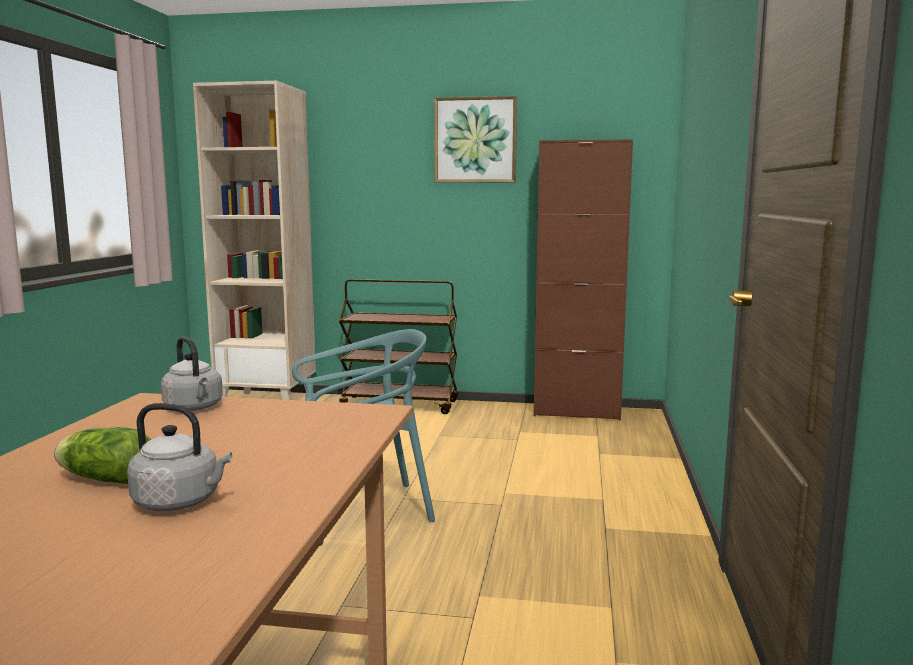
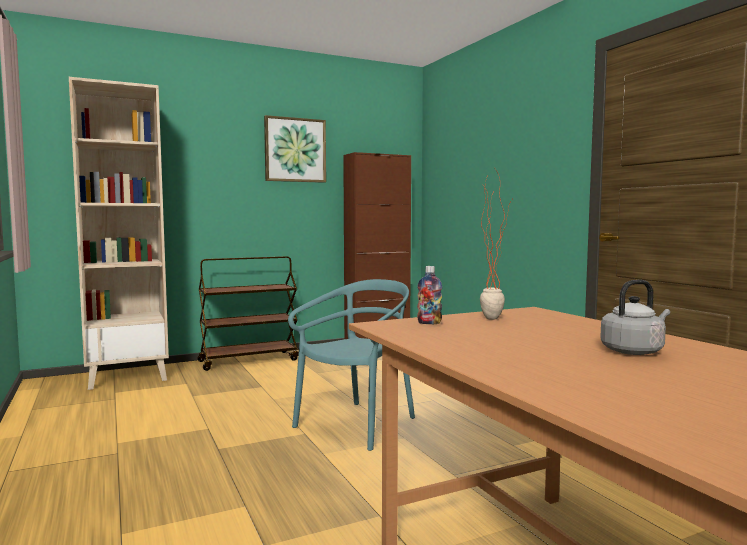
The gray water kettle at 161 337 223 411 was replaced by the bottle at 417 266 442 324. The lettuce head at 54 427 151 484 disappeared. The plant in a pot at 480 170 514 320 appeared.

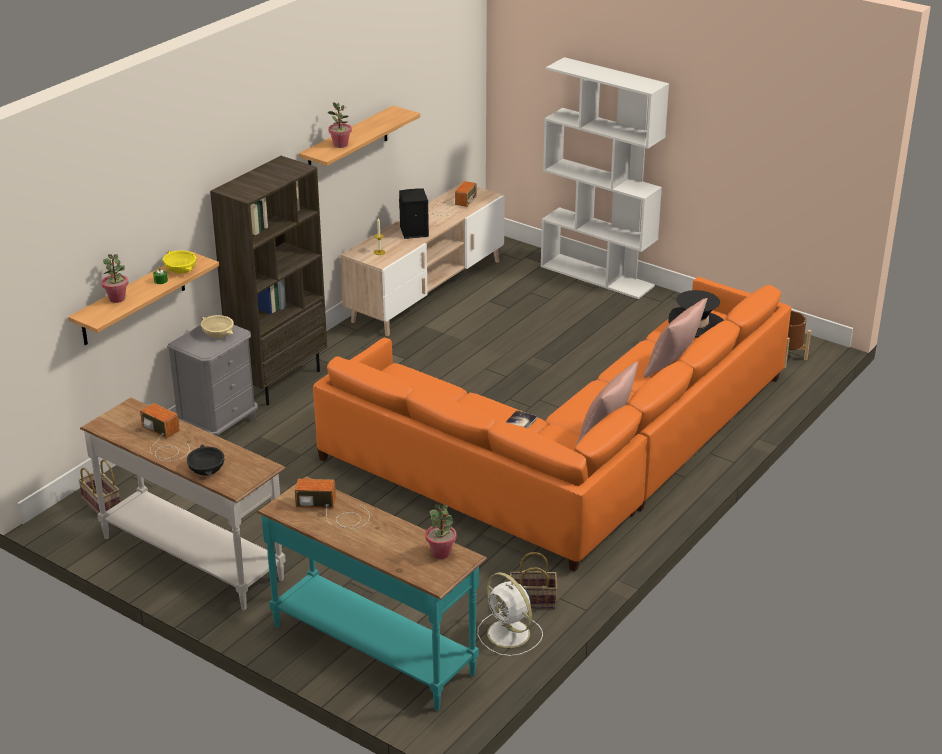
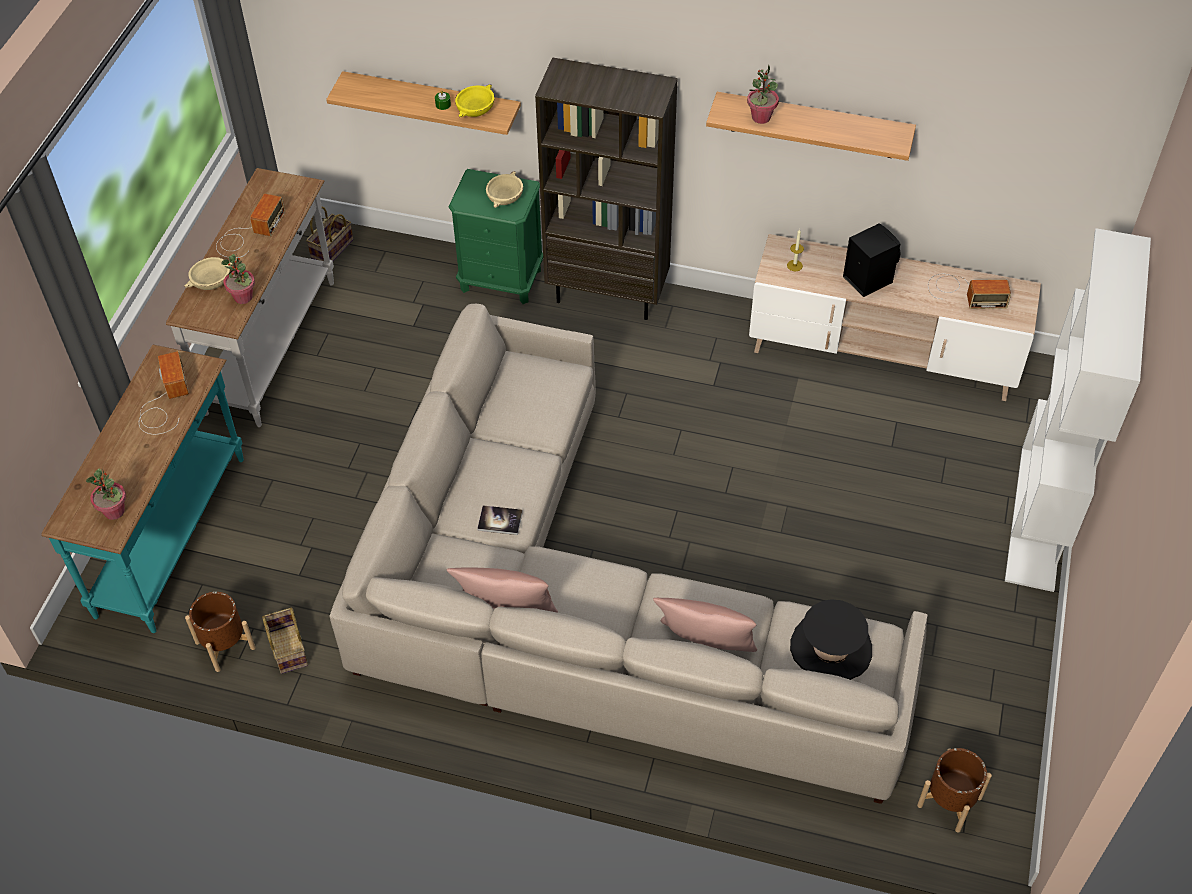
The plant in a pot moved from 101 254 128 303 to 221 254 255 304. The orange-coloured couch at 313 277 791 572 became the beige-coloured couch at 329 304 927 804. The gray night table at 167 325 258 436 became the greenish night table at 449 169 543 304. The black deep dish at 187 444 225 476 became the beige-coloured deep dish at 184 257 233 290. The whitish fan at 478 572 543 656 was replaced by the brown-coloured planter at 185 592 255 672.

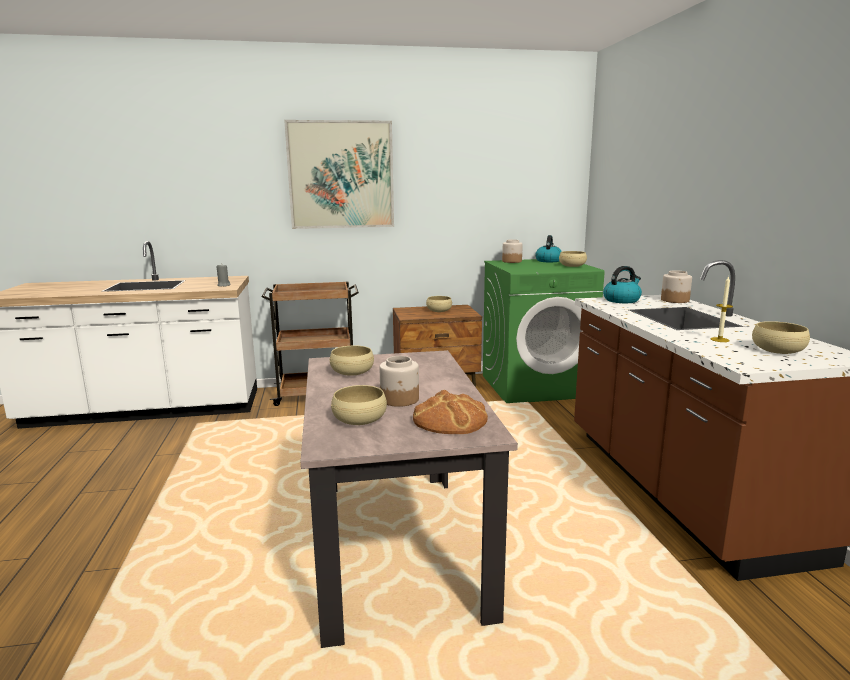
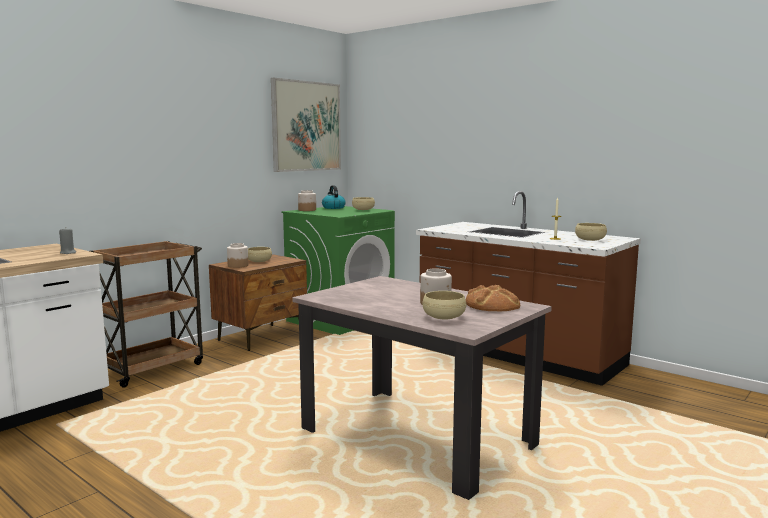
The wall art moved from 284 120 394 229 to 271 78 341 172. The water kettle at 603 266 642 303 disappeared. The jar moved from 661 271 692 303 to 227 243 248 268. The beige-coloured deep dish at 330 346 374 376 disappeared.

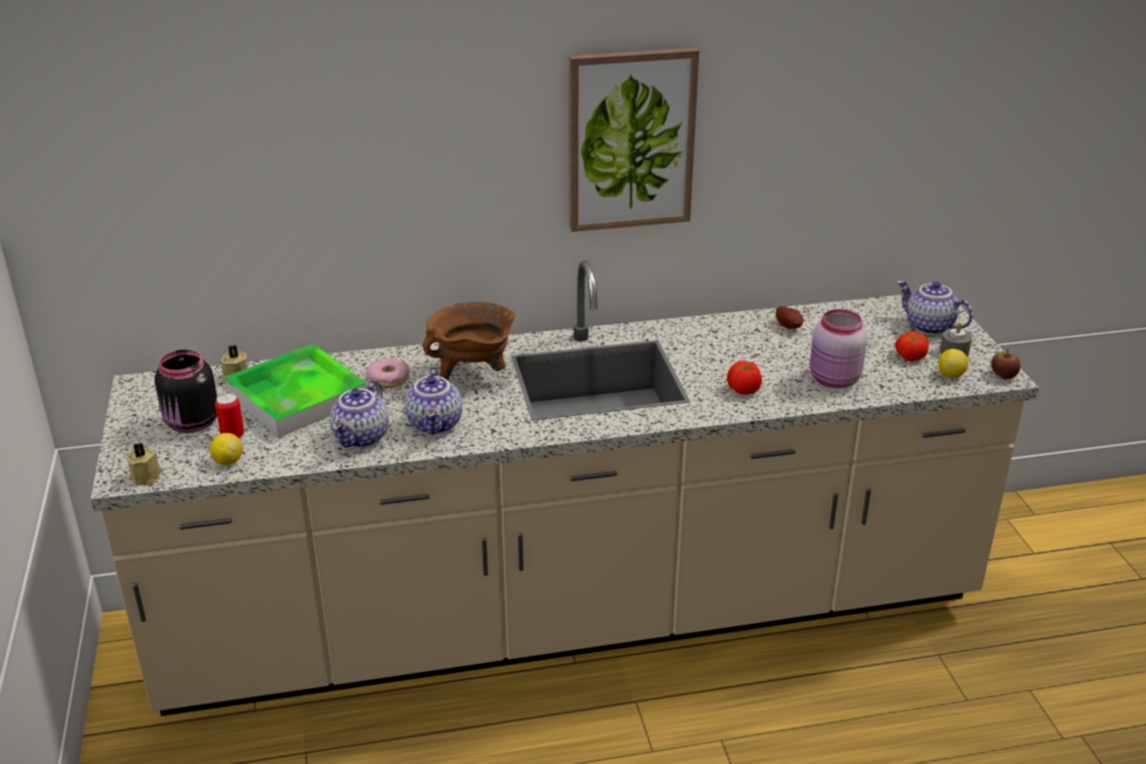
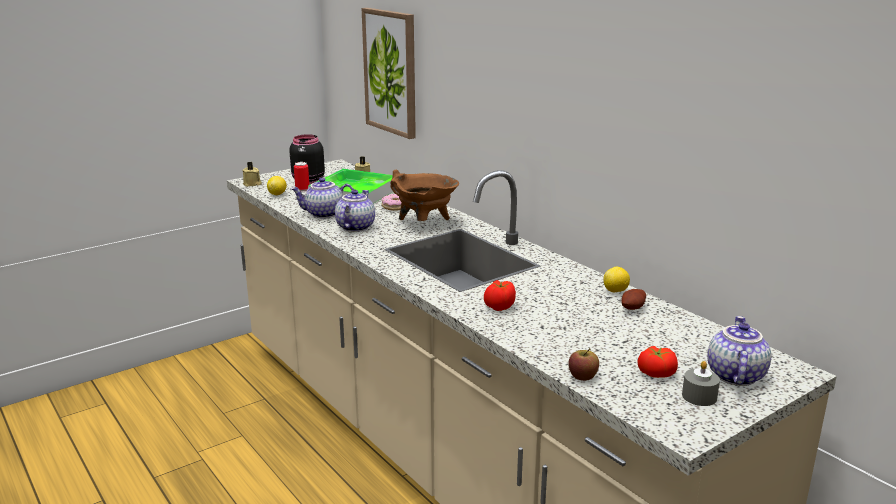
The wall art moved from 569 48 699 232 to 362 8 416 139. The pink jar at 810 309 868 388 disappeared. The citrus fruit moved from 938 349 968 378 to 604 267 630 292. The whole apple moved from 991 349 1021 379 to 568 348 599 381. The teapot at 405 366 462 435 turned 135 degrees clockwise.

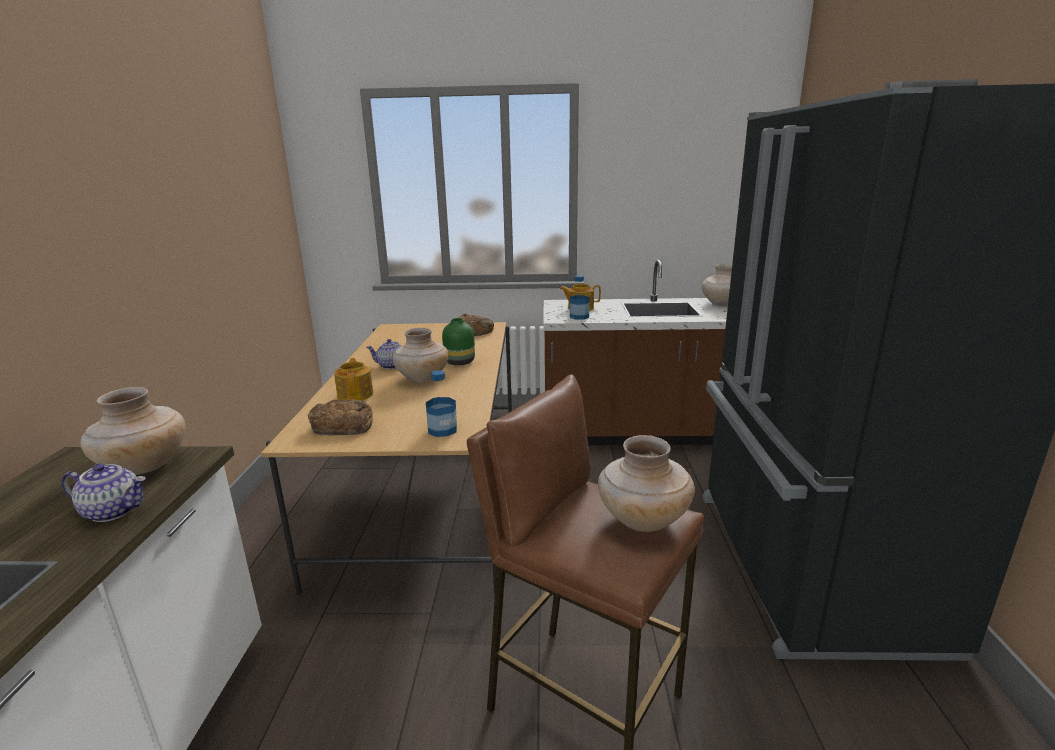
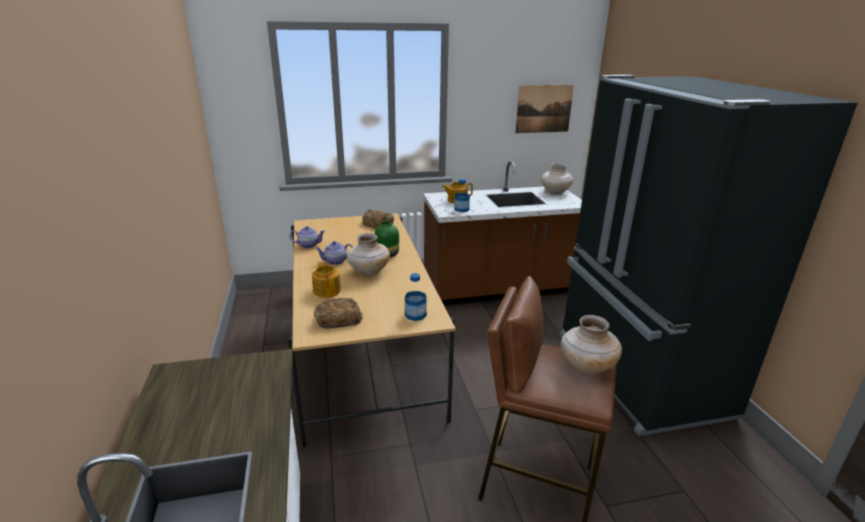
The beige-coloured vase at 81 387 185 475 disappeared. The teapot moved from 61 463 146 522 to 290 226 325 248. The wall art at 515 85 574 133 appeared.

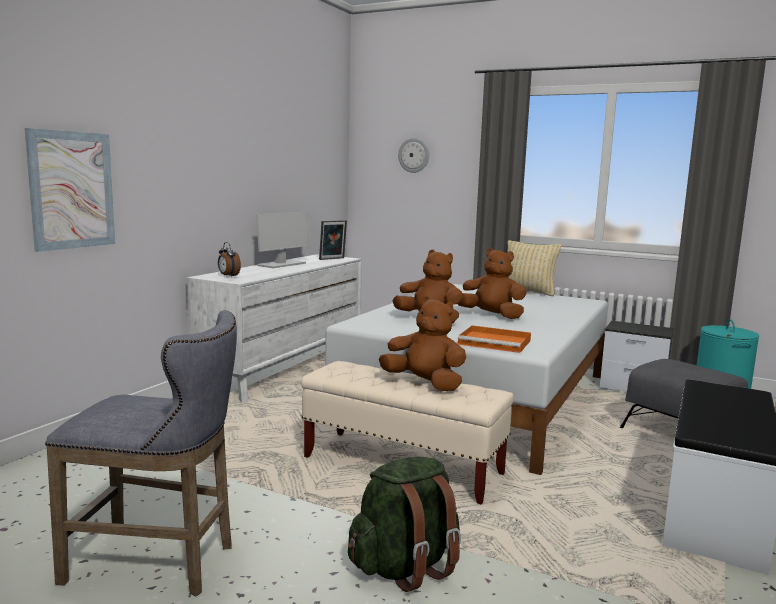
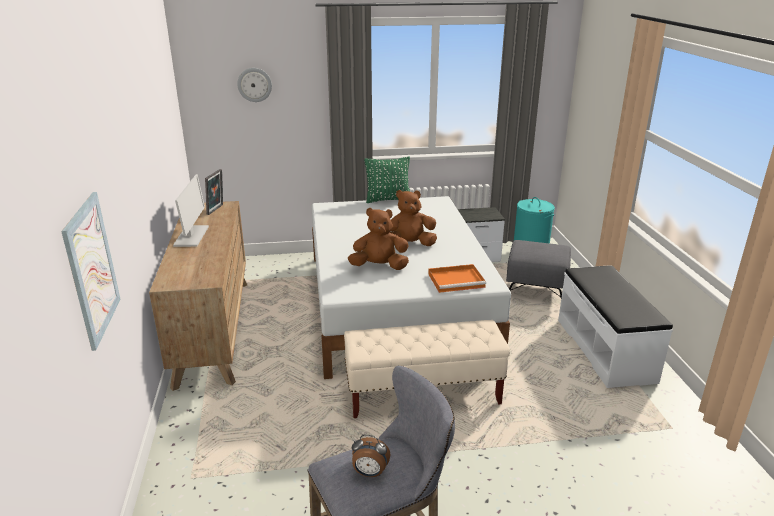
The beige-coloured throw pillow at 507 240 561 296 became the greenish throw pillow at 364 157 410 203. The alarm clock moved from 218 242 241 277 to 352 435 390 477. The whitish chest of drawers at 187 254 362 403 became the brown-coloured chest of drawers at 149 201 247 391. The brown-coloured soft toy at 379 296 466 391 disappeared. The greenish knapsack at 348 457 461 592 disappeared.

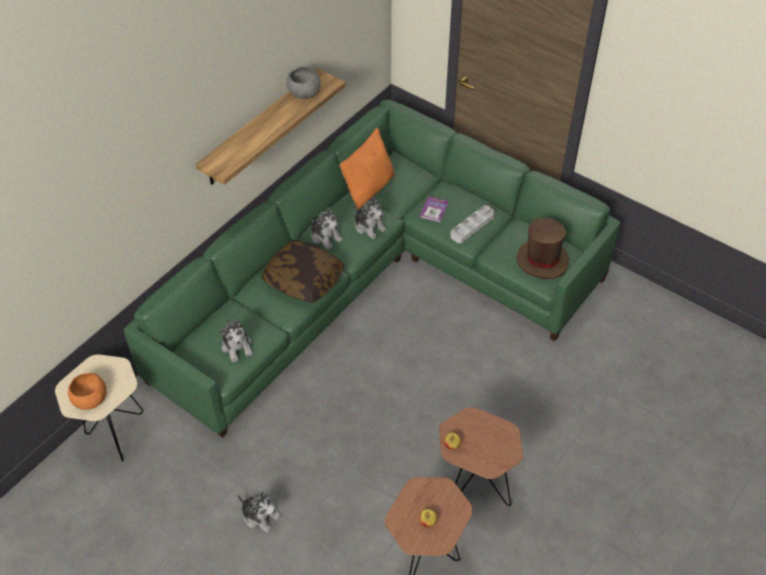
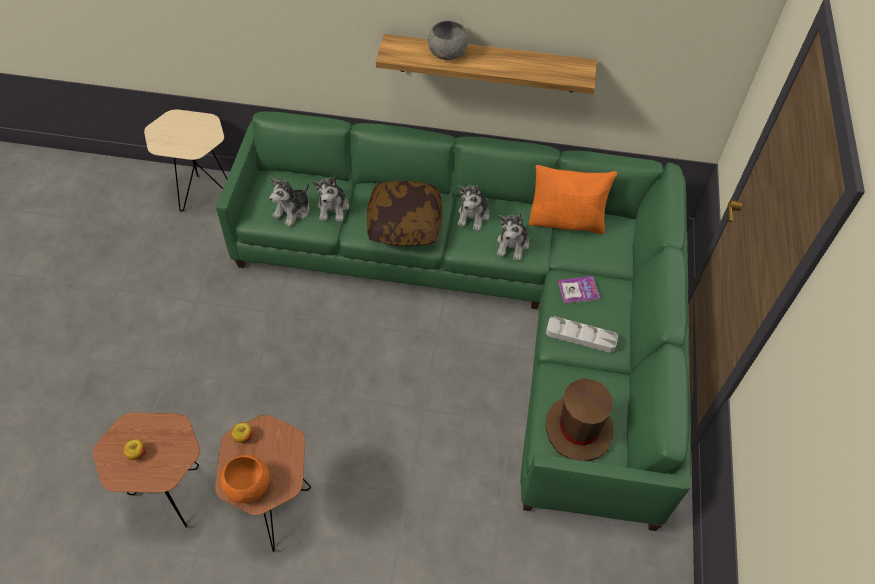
The gray deep dish moved from 287 67 320 99 to 428 20 468 60. The orange-coloured deep dish moved from 68 373 106 410 to 221 455 270 503. The soft toy moved from 237 491 281 533 to 312 175 349 222.

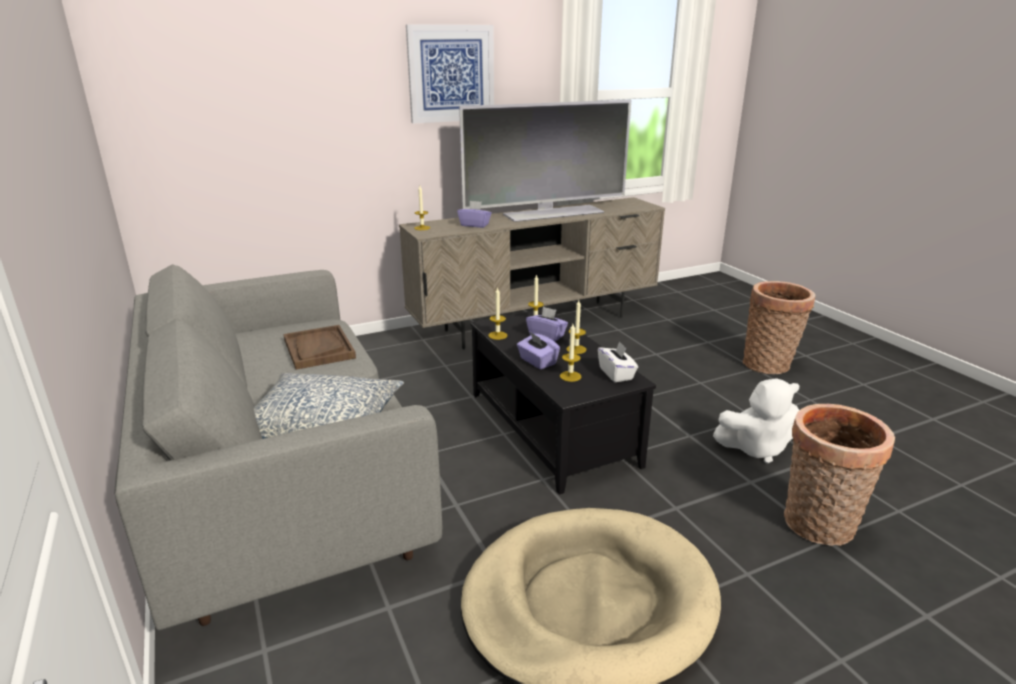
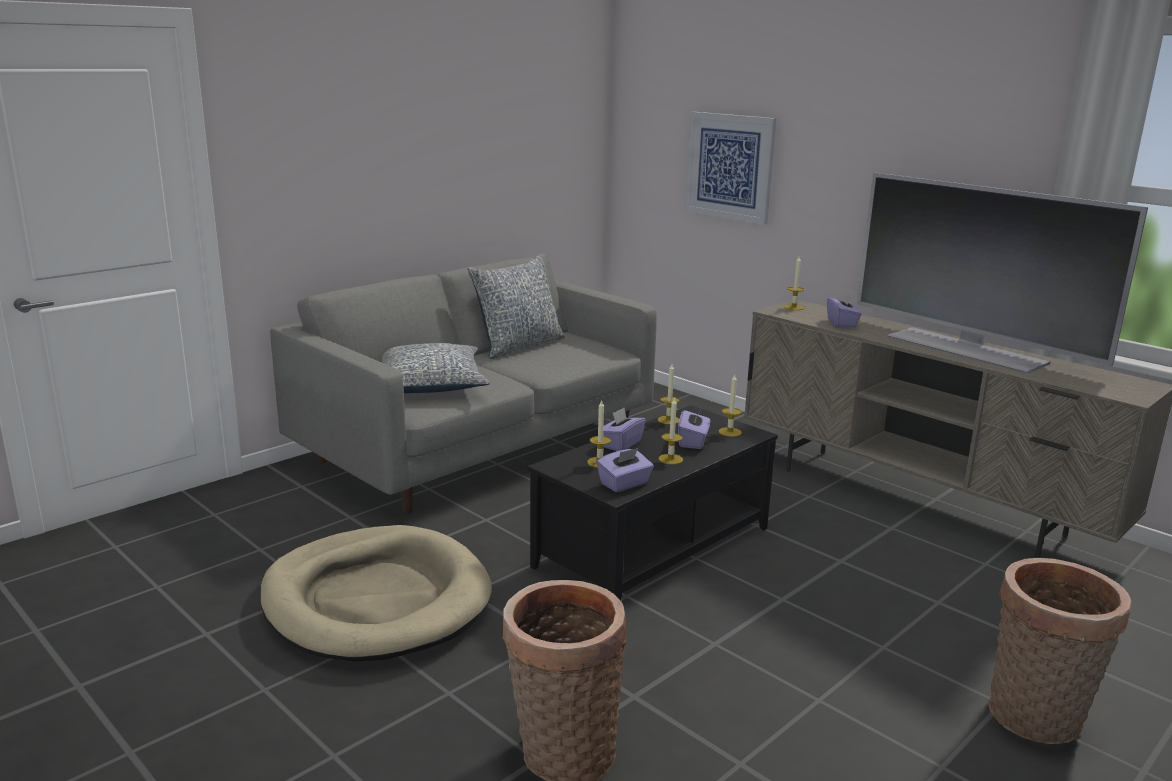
The wall art moved from 406 24 494 124 to 685 112 776 225. The brown-coloured carrying tray at 284 325 356 370 disappeared. The whitish tissue box at 598 341 638 382 became the purple-coloured tissue box at 597 448 654 492. The whitish soft toy at 713 378 799 464 disappeared. The throw pillow at 468 253 565 359 appeared.

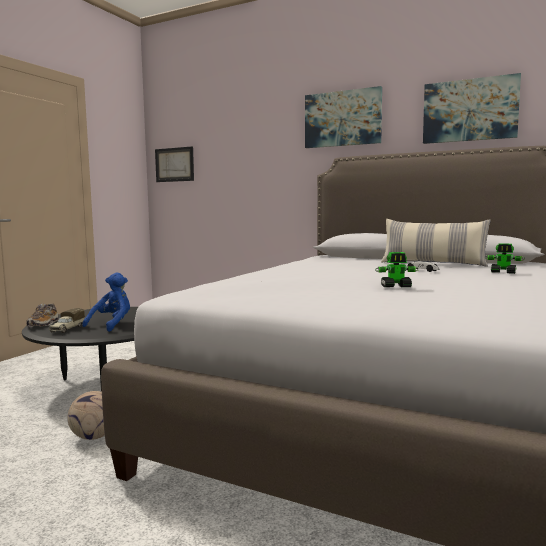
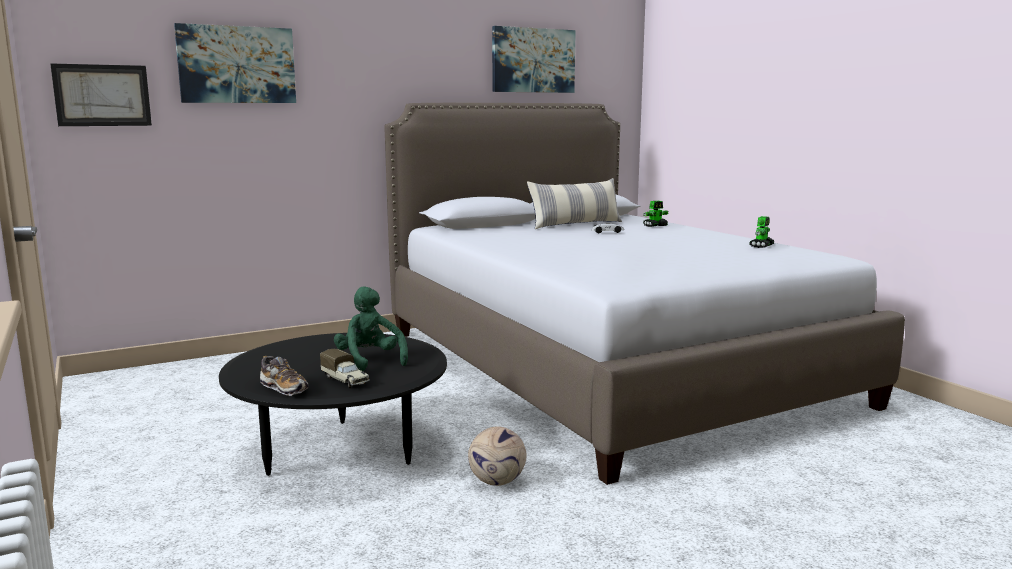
The wall art moved from 305 86 382 148 to 174 23 296 103. The robot figure moved from 375 252 419 287 to 749 216 775 248. The blue-coloured soft toy at 82 273 130 332 became the greenish soft toy at 334 286 408 371.

